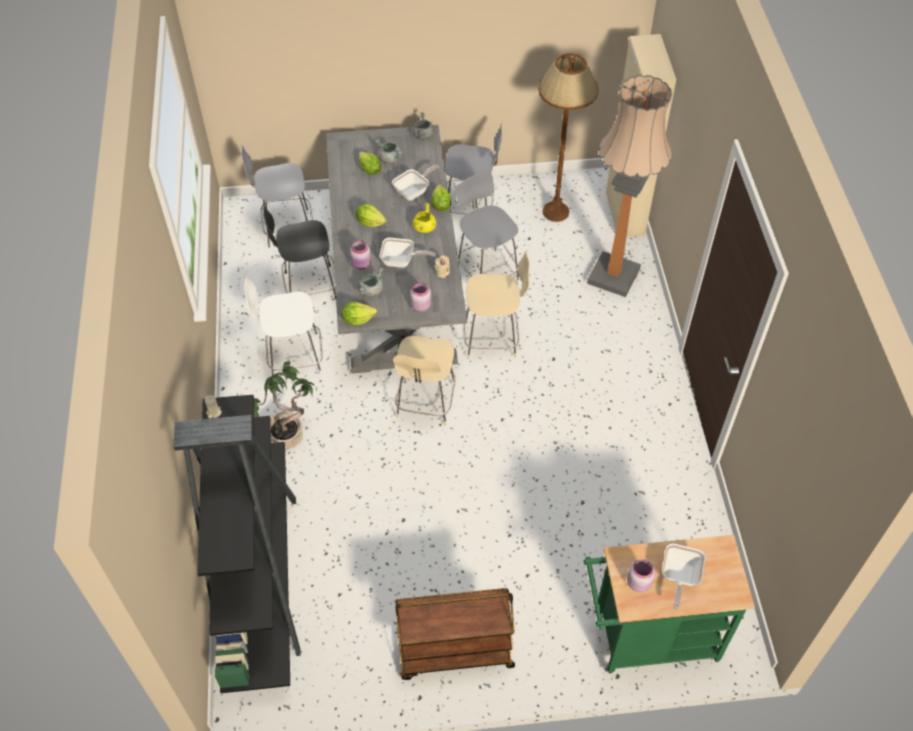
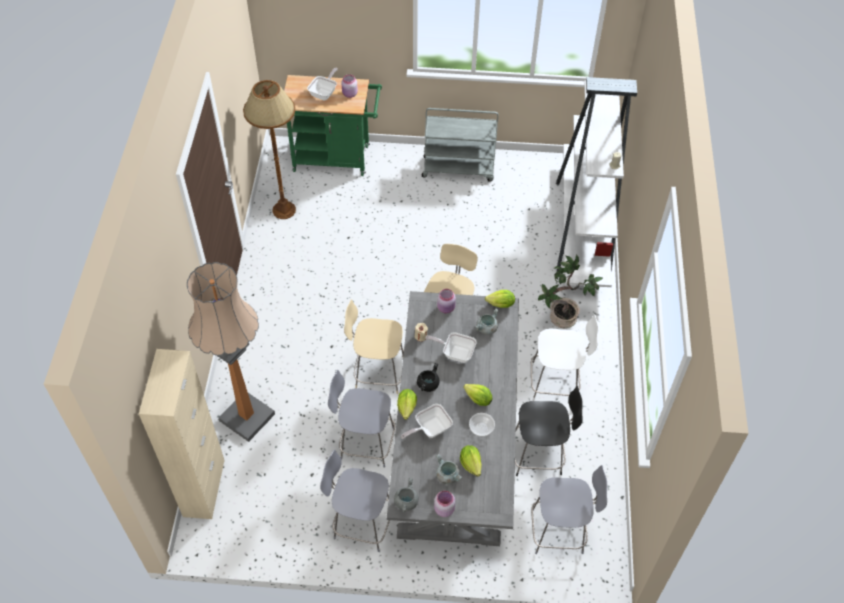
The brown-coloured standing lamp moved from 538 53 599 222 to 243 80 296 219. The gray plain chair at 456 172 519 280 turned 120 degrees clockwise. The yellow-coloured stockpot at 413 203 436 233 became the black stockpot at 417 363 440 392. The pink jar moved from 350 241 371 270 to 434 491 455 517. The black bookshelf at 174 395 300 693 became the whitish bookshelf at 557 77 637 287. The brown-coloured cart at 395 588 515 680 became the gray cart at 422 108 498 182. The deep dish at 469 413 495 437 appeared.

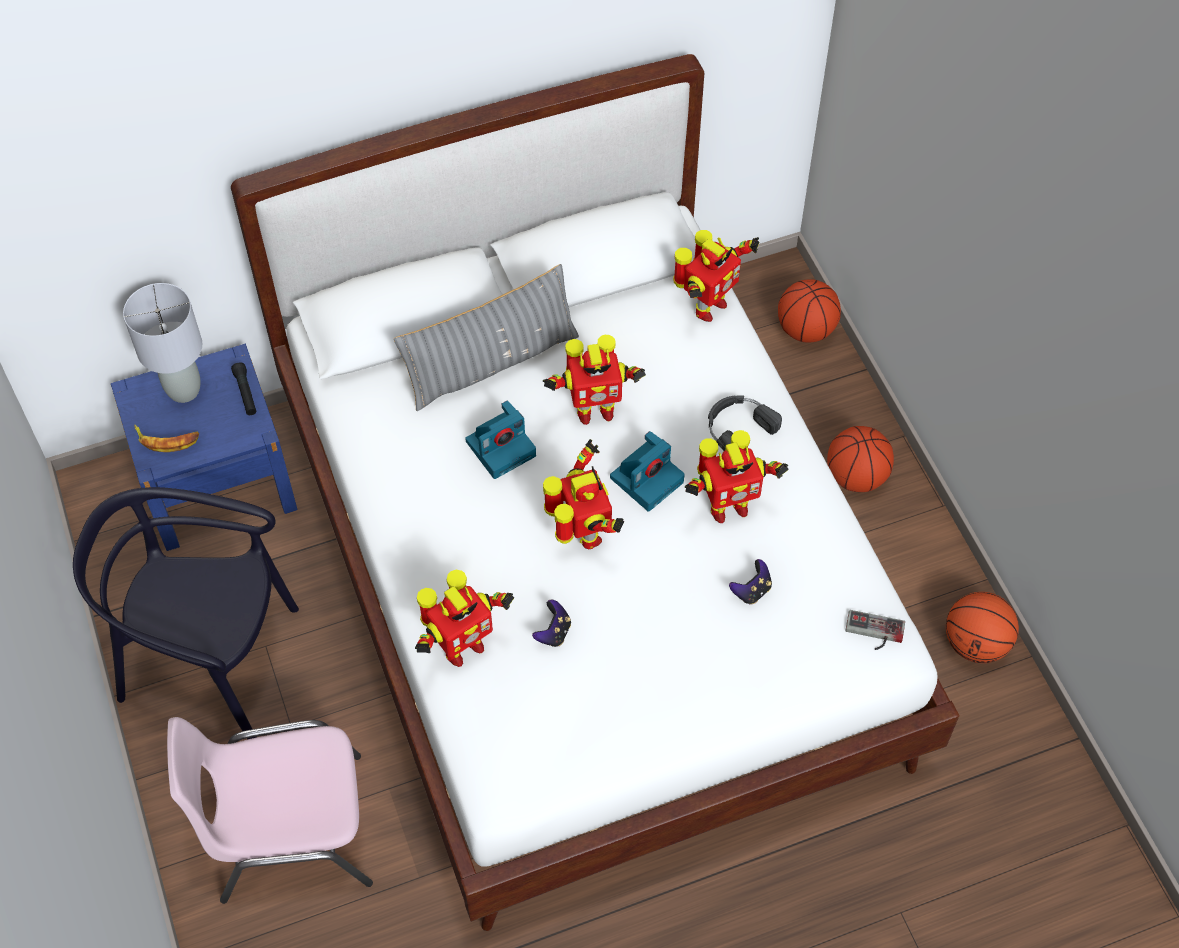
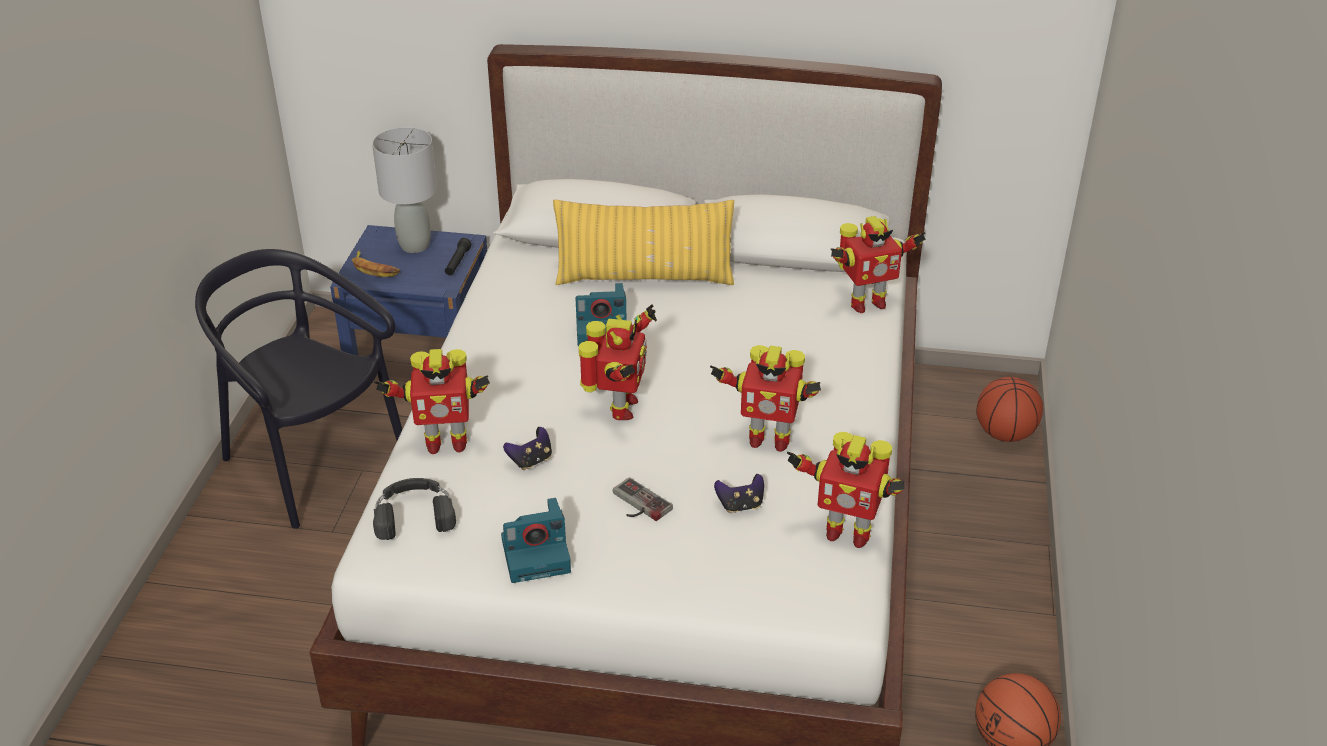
The gray throw pillow at 394 264 579 411 became the yellow-coloured throw pillow at 553 200 734 285. The robot figure moved from 543 335 646 425 to 787 432 905 548. The black headset moved from 708 395 782 451 to 373 478 456 540. The basketball at 827 426 894 492 disappeared. The still camera moved from 610 431 685 512 to 501 498 571 583. The joypad moved from 846 610 905 650 to 613 477 673 521. The pink plain chair at 167 717 373 904 disappeared.

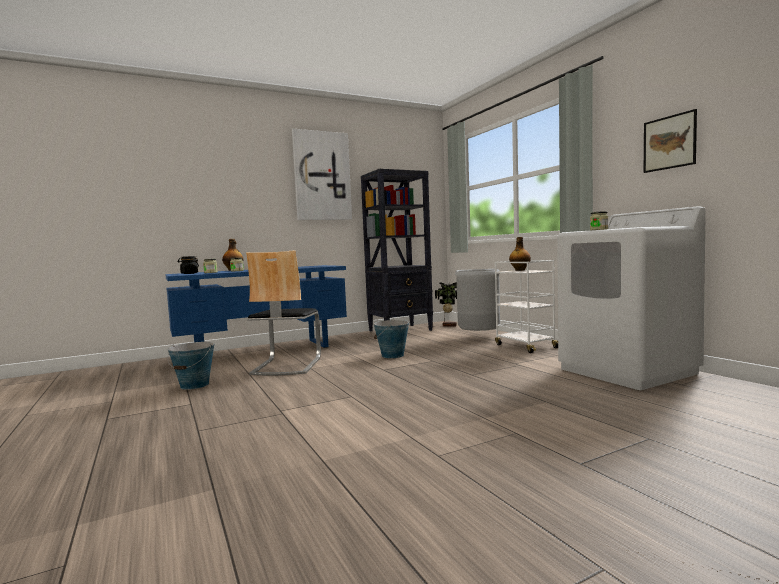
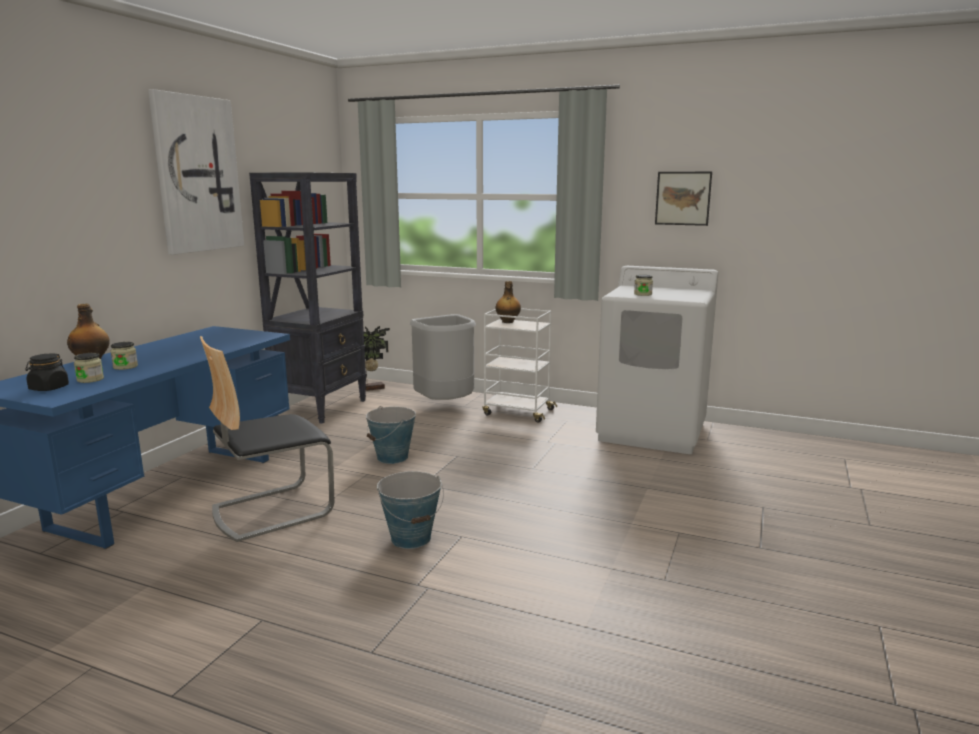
The plain chair at 246 250 321 375 turned 90 degrees clockwise. The water bucket moved from 168 342 214 390 to 377 471 444 549.

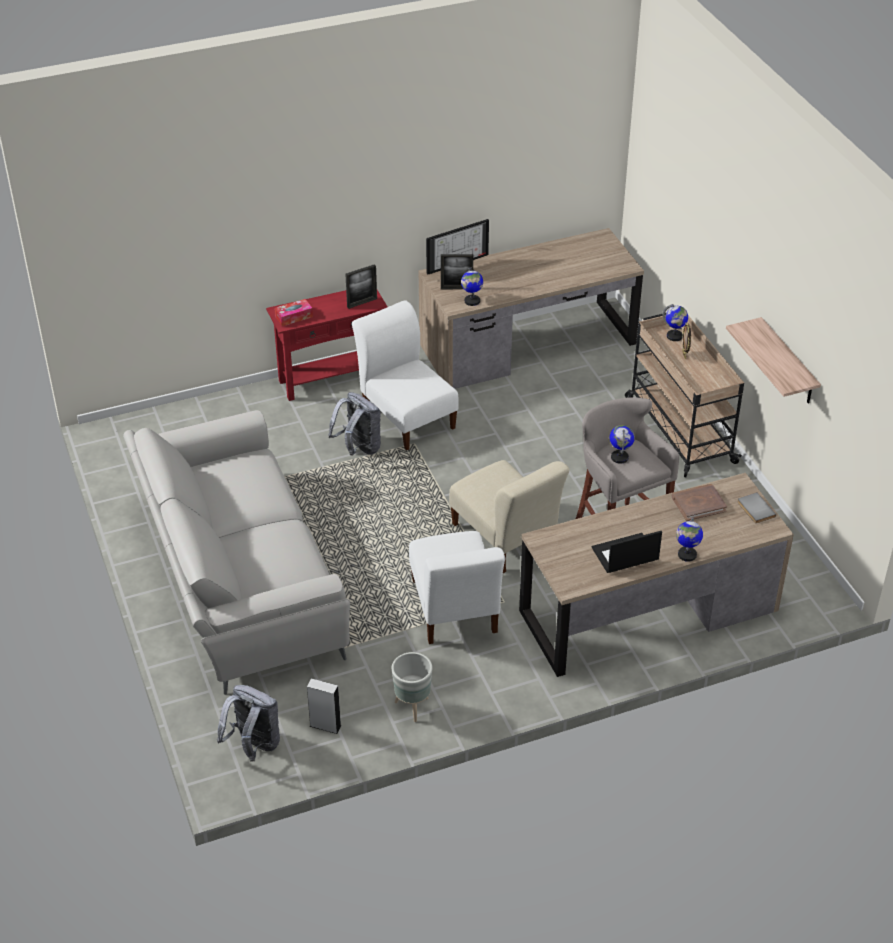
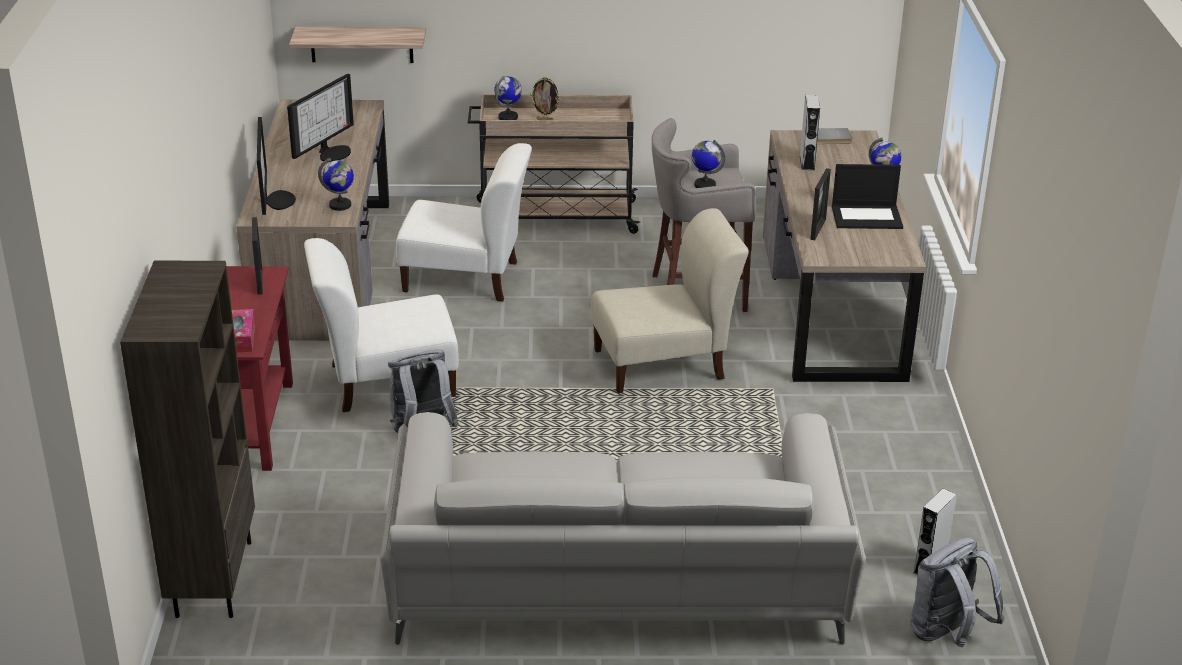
The photo frame moved from 441 254 473 289 to 810 168 831 240. The bracket shelf moved from 726 317 821 404 to 289 27 426 63. The brown-coloured book at 672 484 727 521 was replaced by the gray loudspeaker at 800 95 820 170. The whitish plain chair moved from 409 531 505 644 to 396 143 532 301. The laptop at 592 531 662 573 turned 90 degrees counterclockwise. The gray planter at 392 652 433 722 disappeared. The computer display at 287 74 354 161 appeared. The brown-coloured bookshelf at 120 261 255 618 appeared.

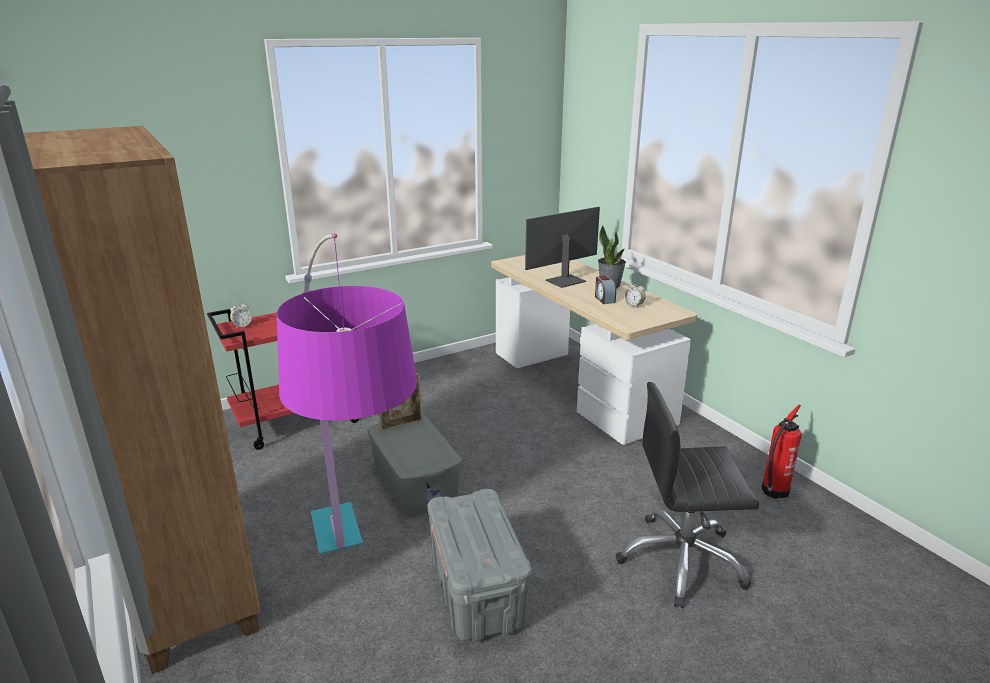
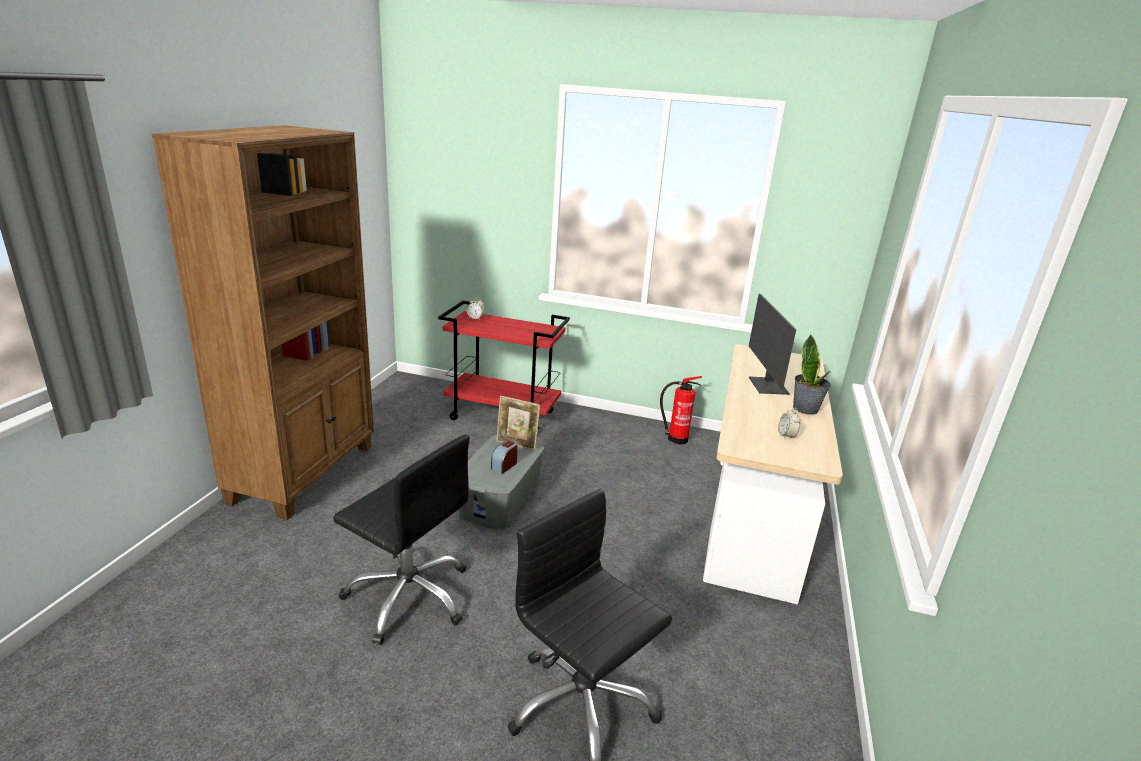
The computer display at 525 207 600 288 turned 105 degrees counterclockwise. The standing lamp at 277 233 417 554 disappeared. The alarm clock moved from 595 276 616 304 to 491 440 518 474. The fire extinguisher moved from 762 404 802 499 to 660 376 702 445. The gray storage container at 427 489 532 642 was replaced by the black computer chair at 333 434 470 645.

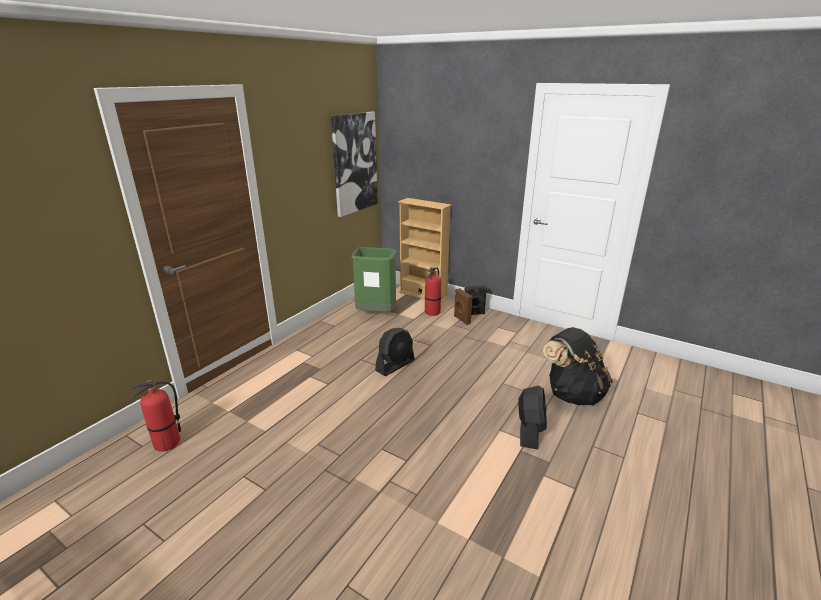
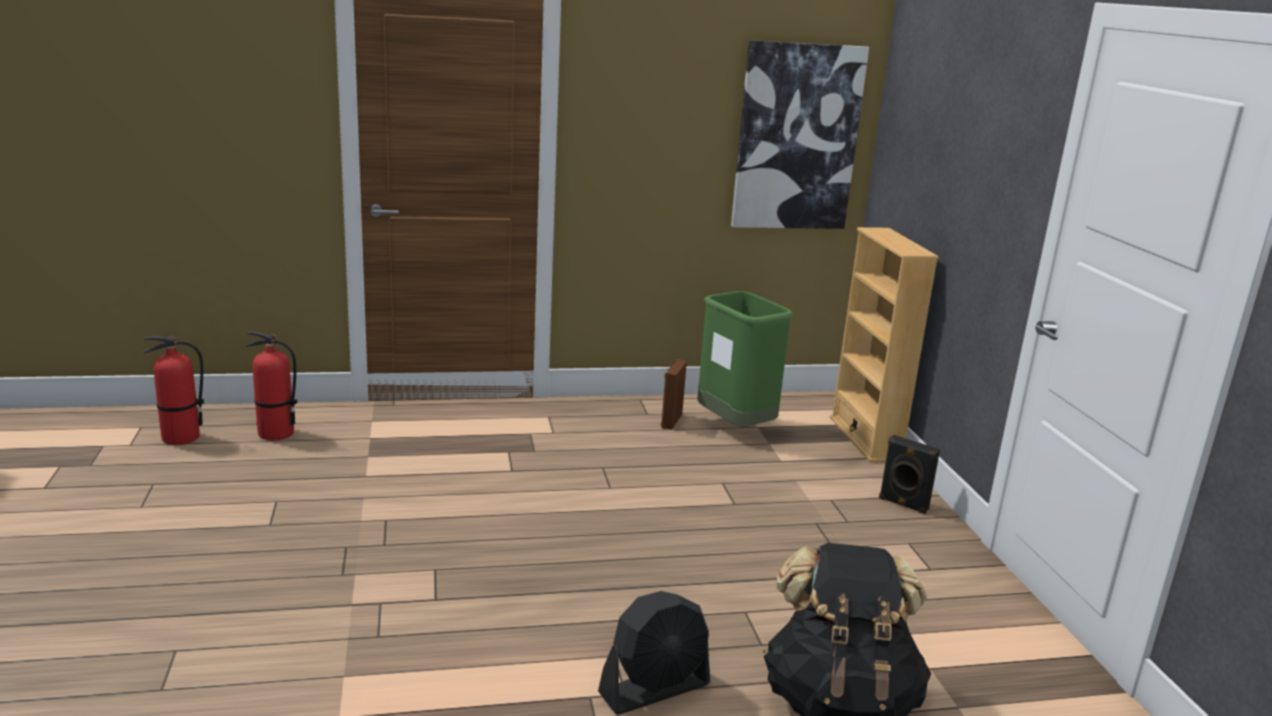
The fire extinguisher moved from 425 267 441 316 to 143 336 204 445. The brown-coloured loudspeaker moved from 454 288 473 325 to 661 359 687 430. The black fan at 375 328 415 376 disappeared.

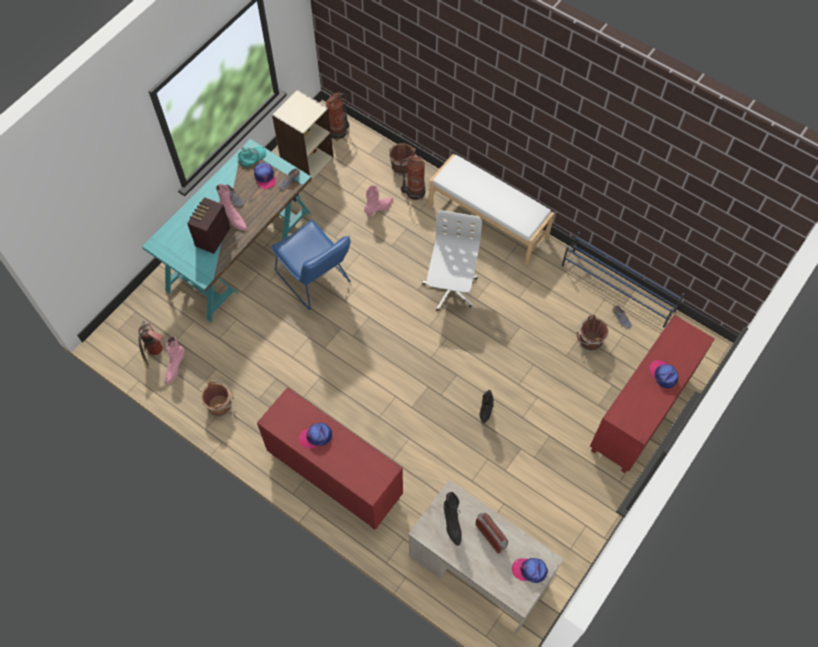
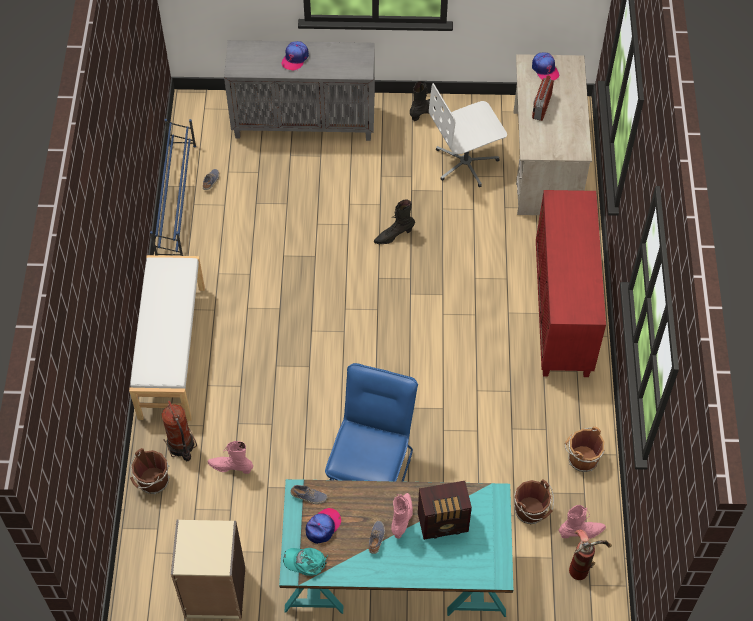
The fire extinguisher at 326 92 349 141 disappeared. The whitish computer chair moved from 422 210 482 311 to 429 83 507 187. The brown-coloured water bucket moved from 577 315 609 352 to 514 479 554 524. The red cupboard at 590 315 715 473 became the gray cupboard at 224 40 375 141. The cap at 299 423 332 448 disappeared. The black high-top boot moved from 444 492 462 546 to 410 81 437 121.

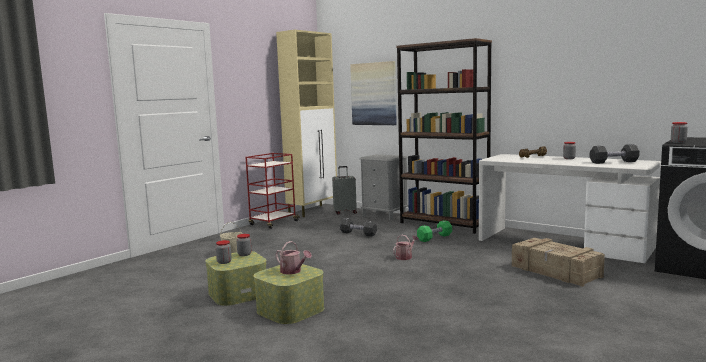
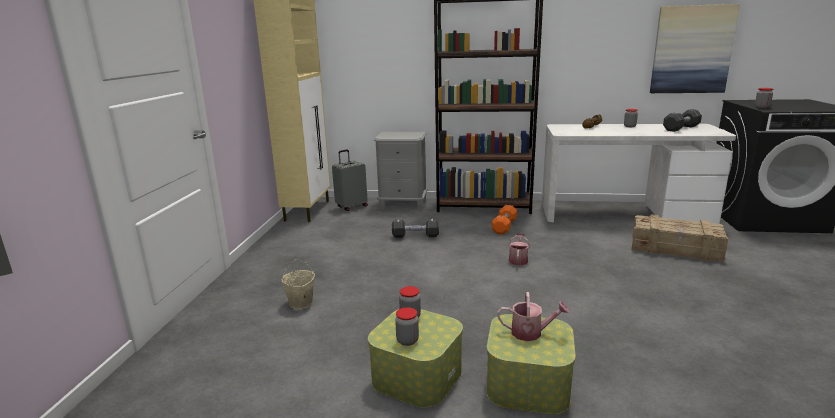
The wall art moved from 350 61 397 125 to 650 4 740 93. The red cart at 246 153 300 229 disappeared. The greenish hand weight at 417 220 452 242 became the orange-coloured hand weight at 492 205 517 235.

